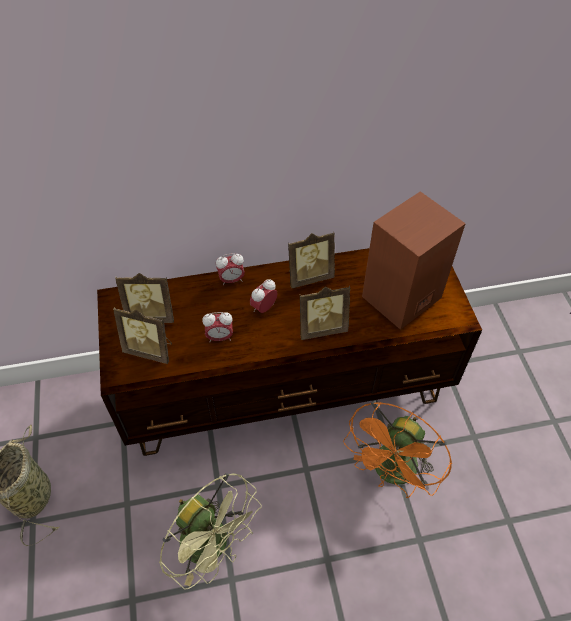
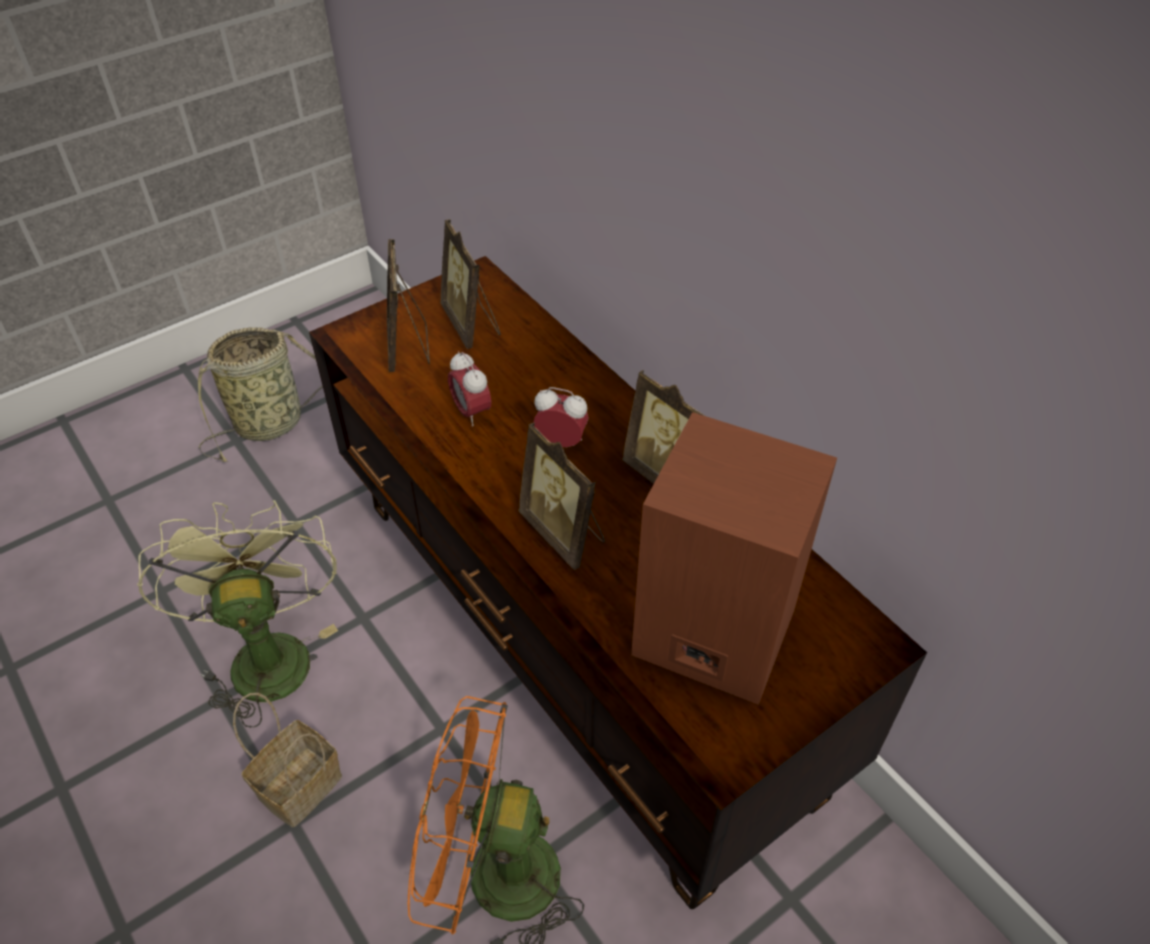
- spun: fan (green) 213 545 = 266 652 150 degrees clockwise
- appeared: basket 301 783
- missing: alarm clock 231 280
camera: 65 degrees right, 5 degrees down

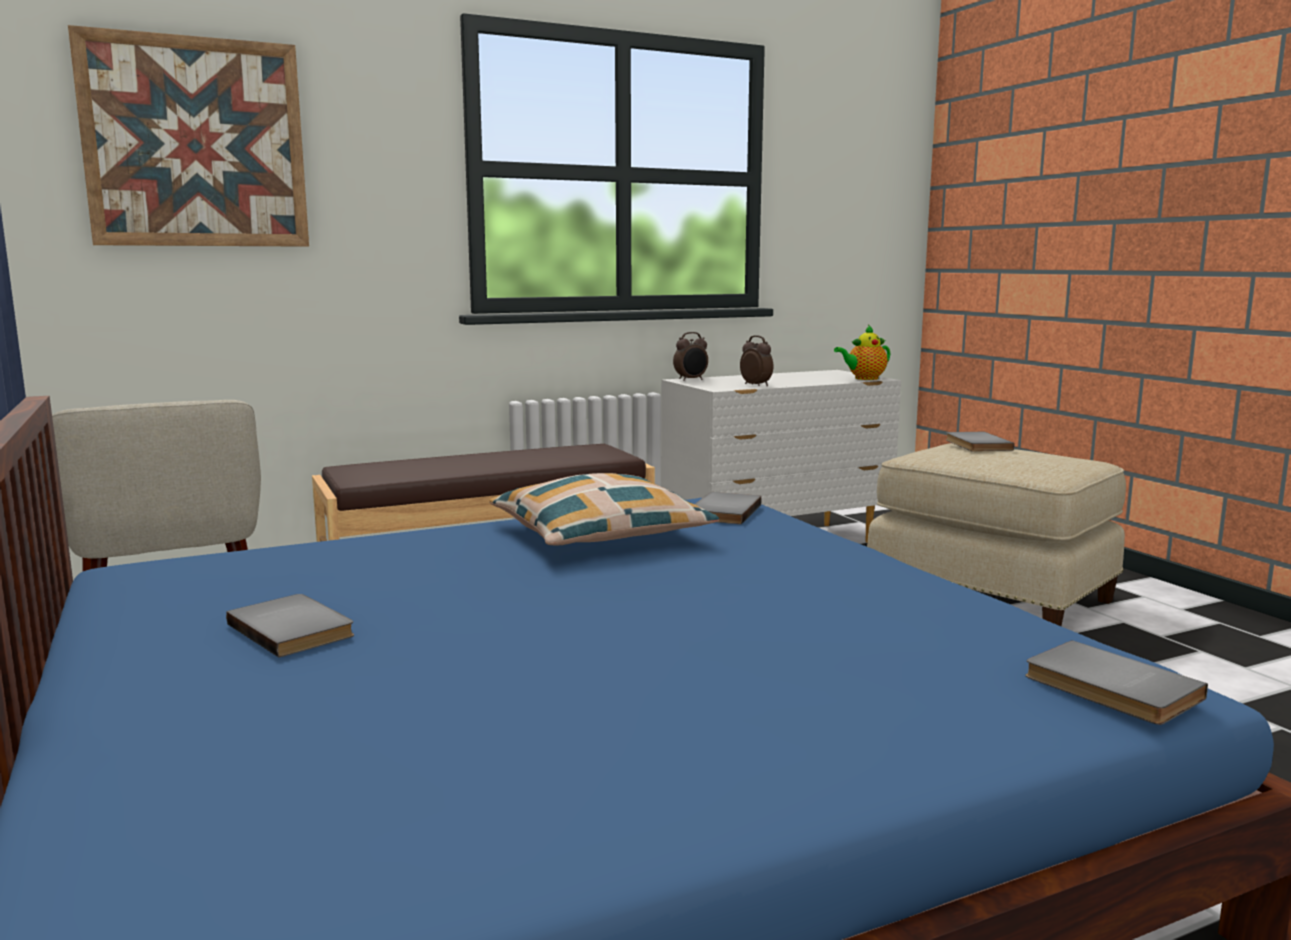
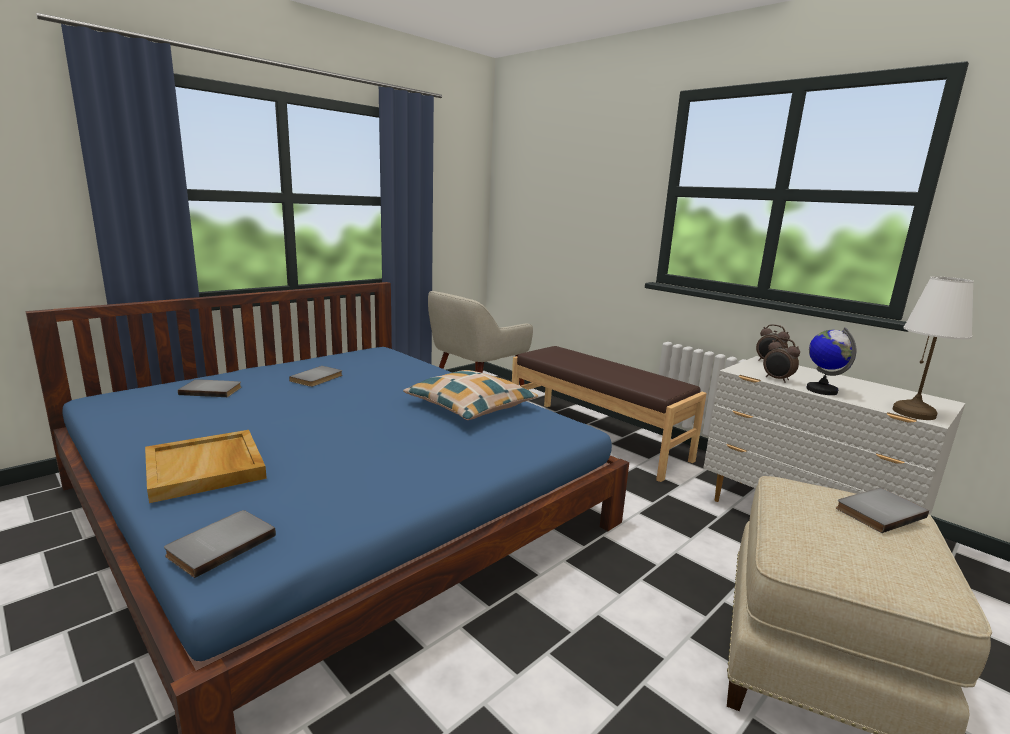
- appeared: tray (beige) 206 468
- relocated: book (grey) 722 511 to 212 390
- spun: alarm clock 756 385 = 777 379 105 degrees clockwise
- appeared: globe 821 390
- exchanged: teapot 864 378 to table lamp (white) 914 413
- missing: picture 196 143
camera: 70 degrees right, 5 degrees up

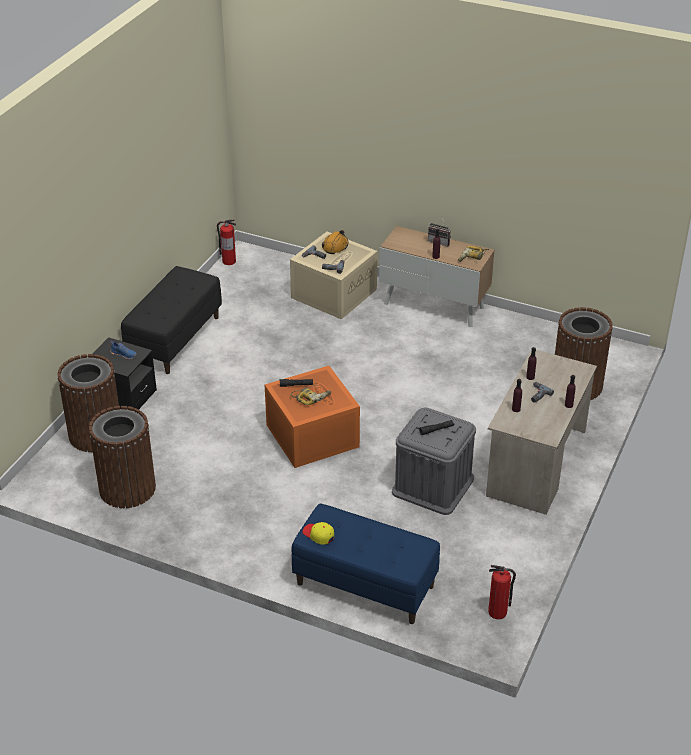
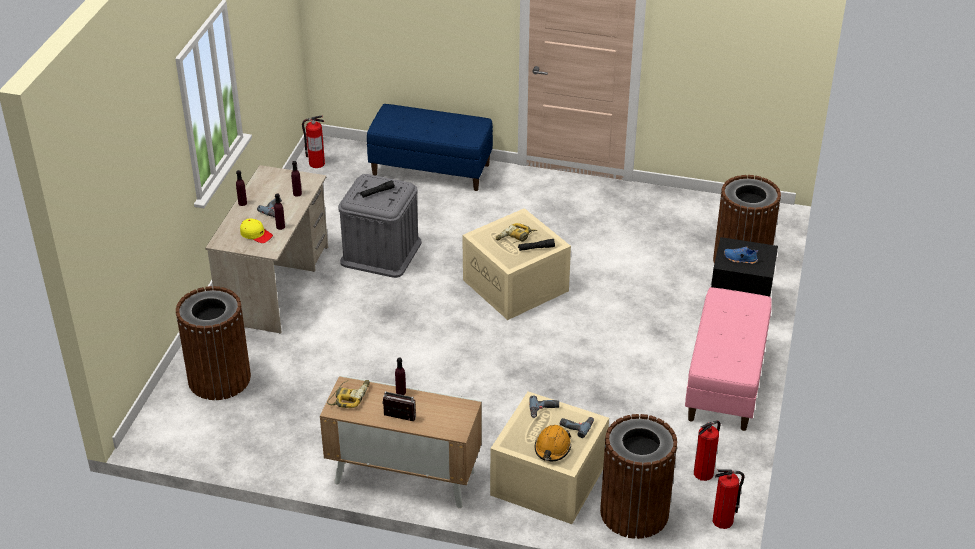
- relocated: cap (yellow) 318 535 to 256 234
- colour: storage box (orange) 311 435 to storage box (beige) 517 285
- relocated: trash can (brown) 127 488 to 634 512
- colour: bench (black) 174 339 to bench (pink) 726 382
- appeared: fire extinguisher 703 473
camera: 170 degrees right, 0 degrees up

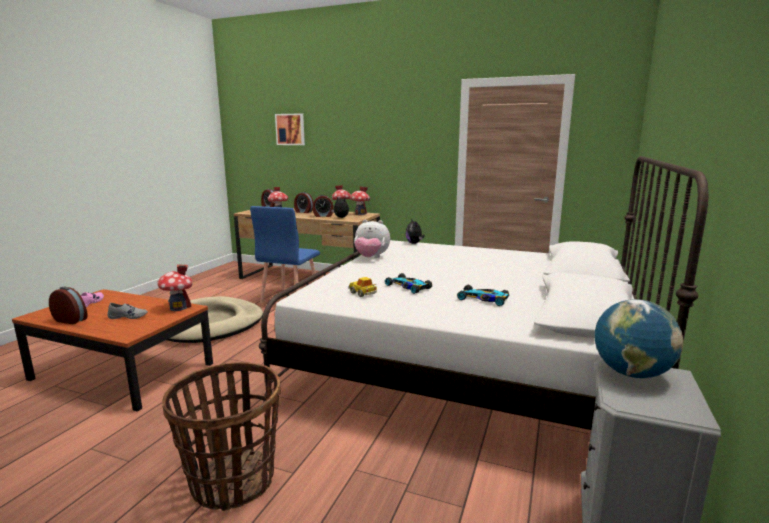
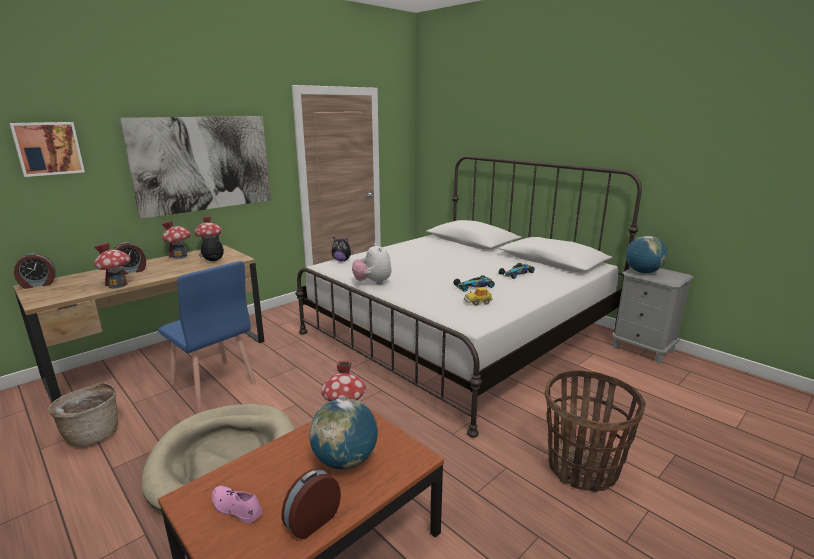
- appeared: basket 93 433
- appeared: picture 203 163
- exchanged: shoe (grey) 128 316 to globe 345 460
- spun: plush toy 371 258 = 373 283 120 degrees clockwise
- missing: alarm clock 323 216
camera: 65 degrees left, 5 degrees up

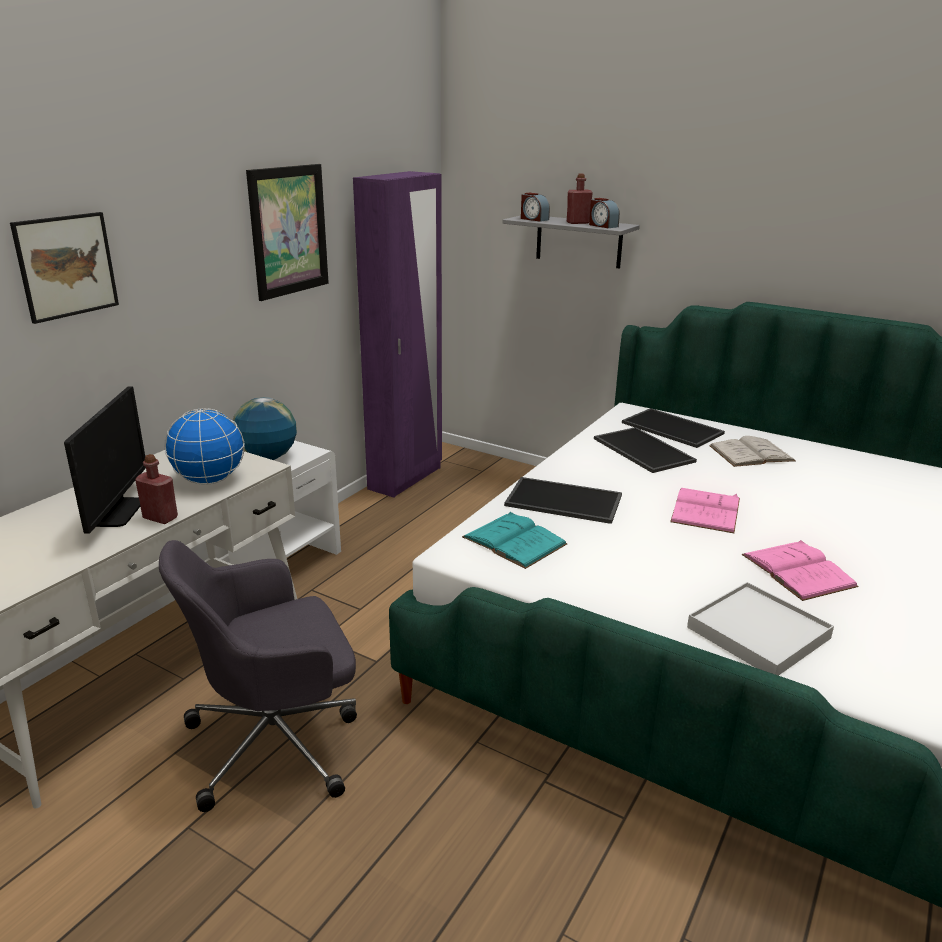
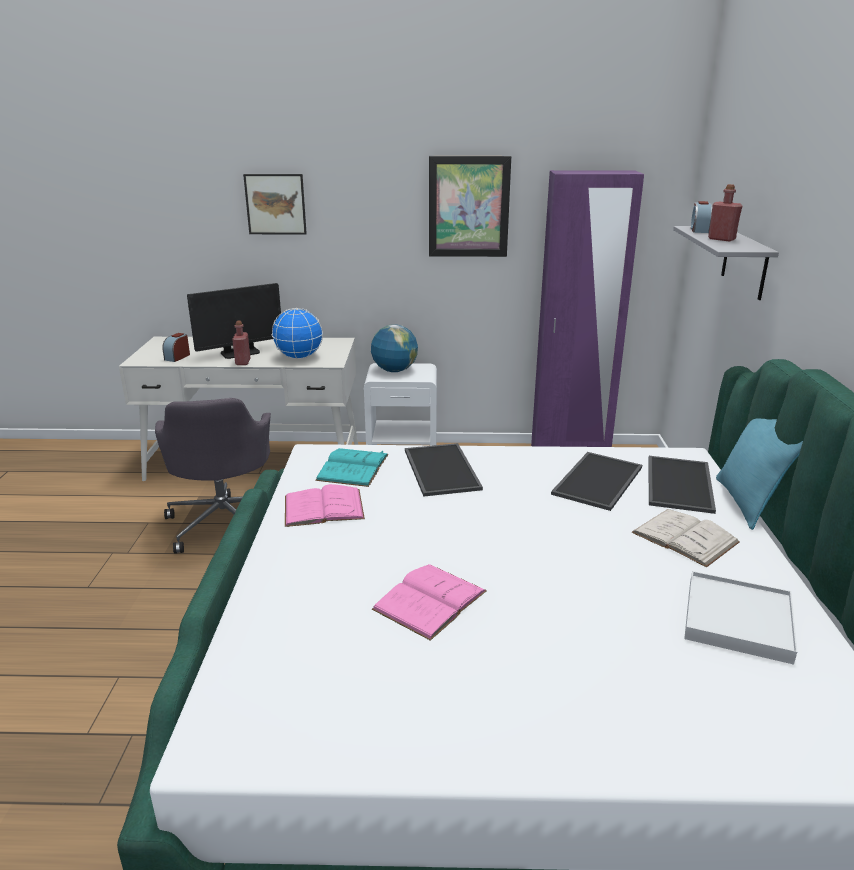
- spun: office chair (grey) 277 742 = 225 521 135 degrees counterclockwise
- relocated: alarm clock 602 226 to 177 357
- relocated: book (pink) 705 510 to 323 507
- relocated: tray (white) 758 632 to 738 620
- appeared: pillow (turquoise) 747 503
camera: 60 degrees right, 0 degrees up

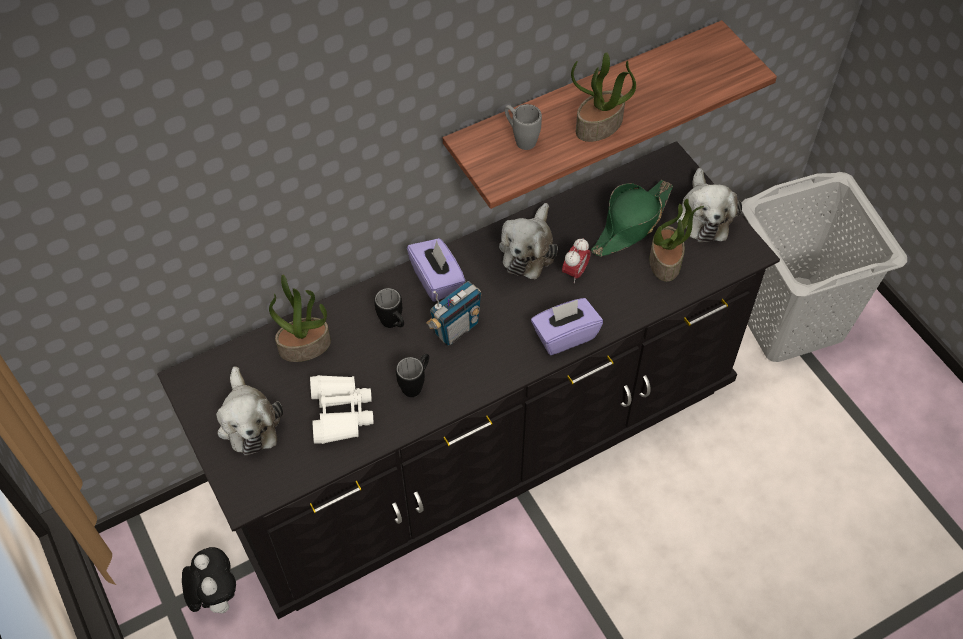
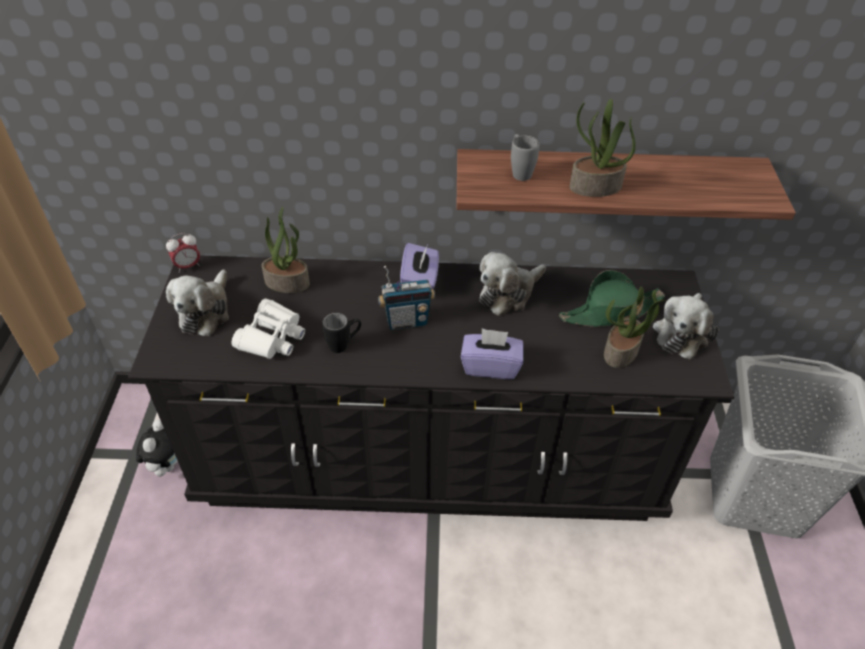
- relocated: alarm clock 575 273 to 188 266
- missing: mug (black) 394 325
camera: 30 degrees right, 10 degrees down

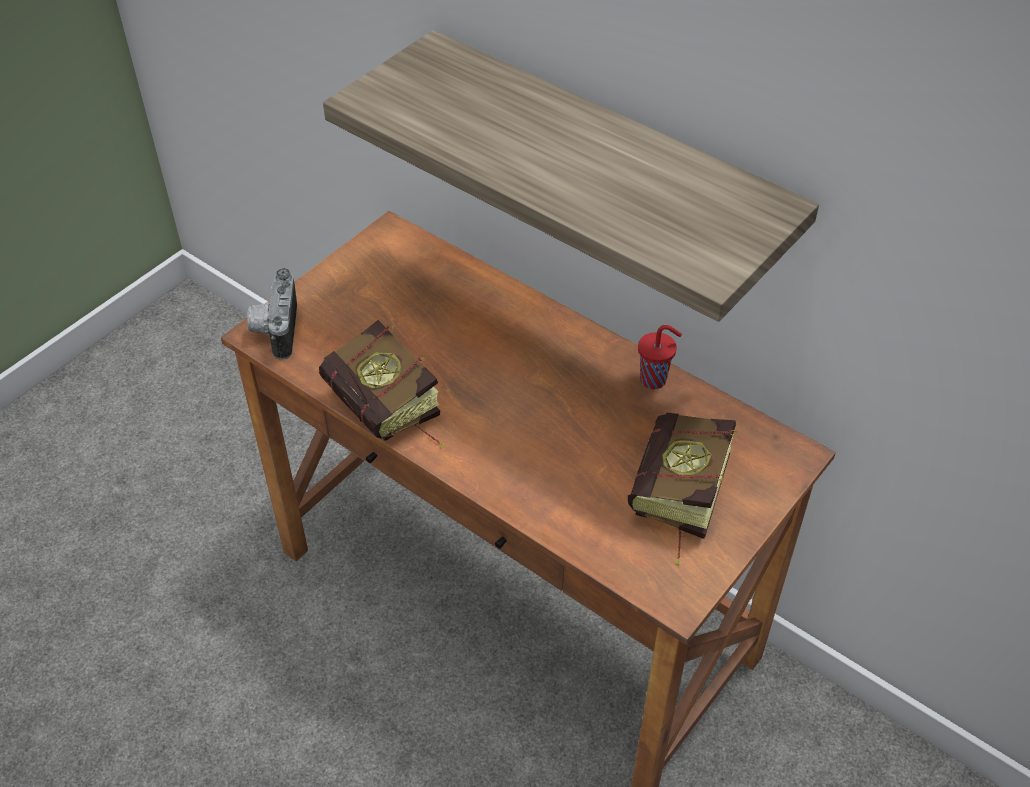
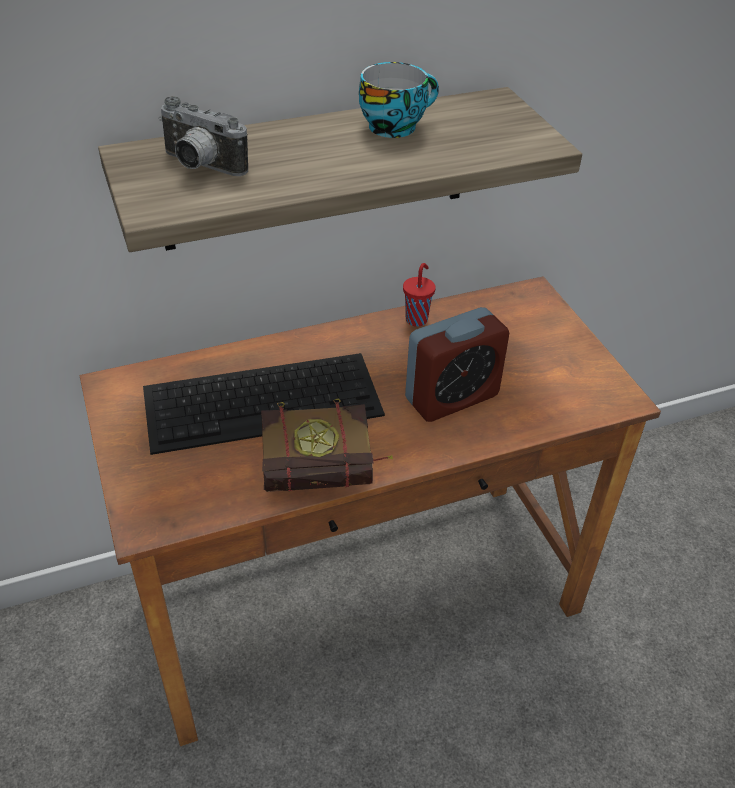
- appeared: keyboard 264 400
- relocated: photo camera 275 330 to 199 167
- appeared: cup 394 126
- appeared: alarm clock 451 397
- missing: book 675 504
camera: 60 degrees left, 5 degrees down

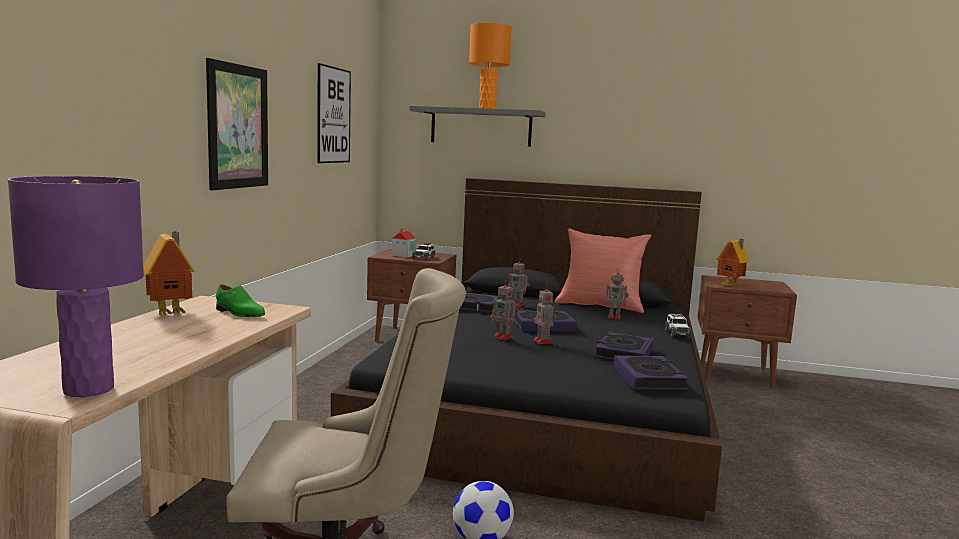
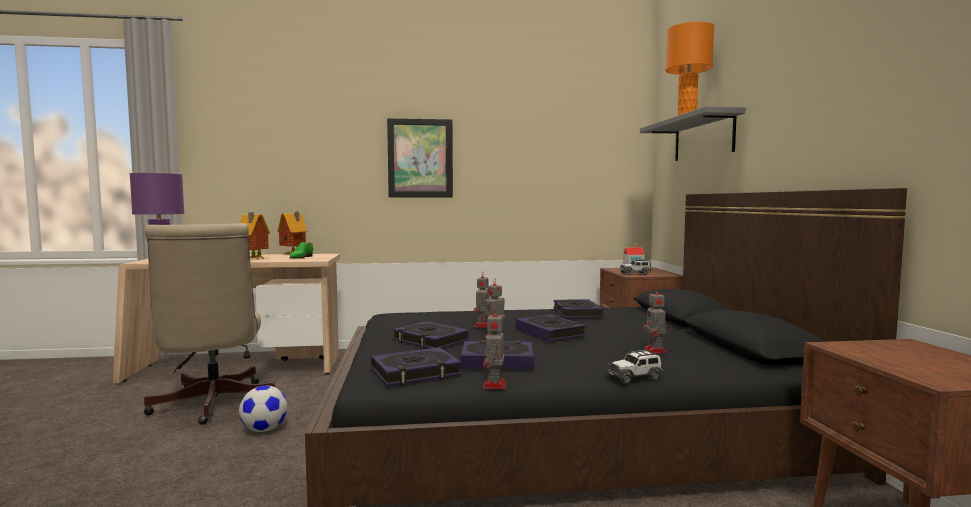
- relocated: toy house 731 286 to 253 259
- appeared: book 430 341
- relocated: toy robot 517 305 to 494 386
- missing: picture 333 115
- missing: pillow (red) 600 305
camera: 70 degrees right, 5 degrees down

